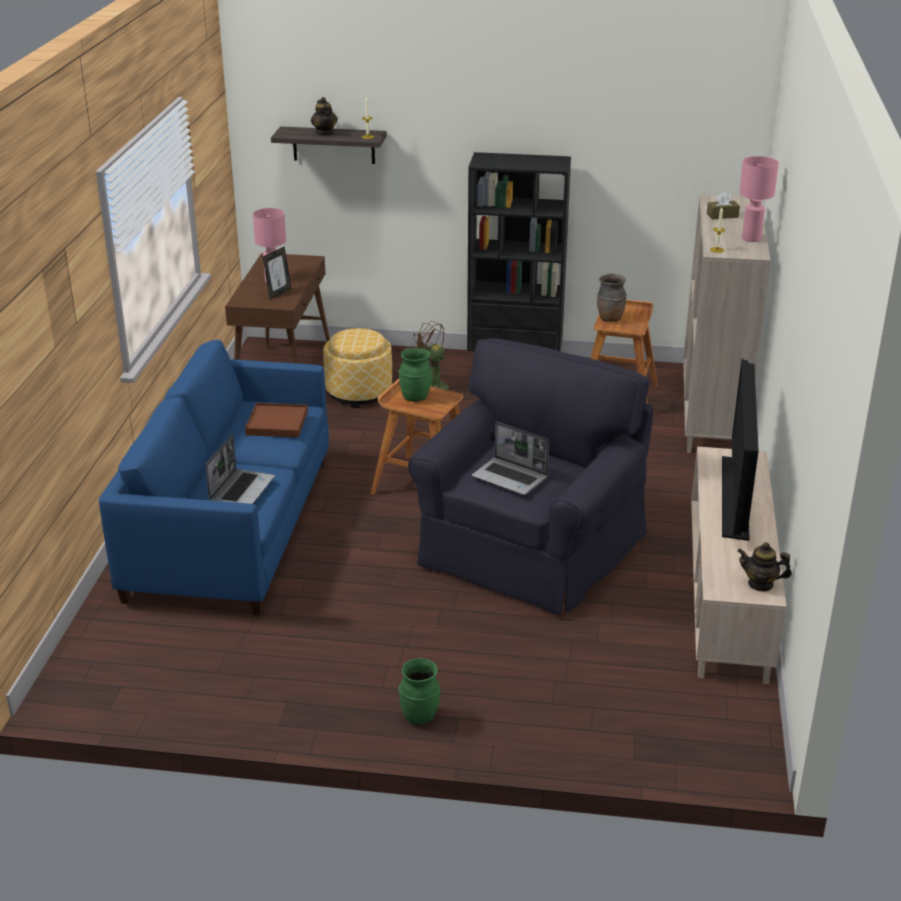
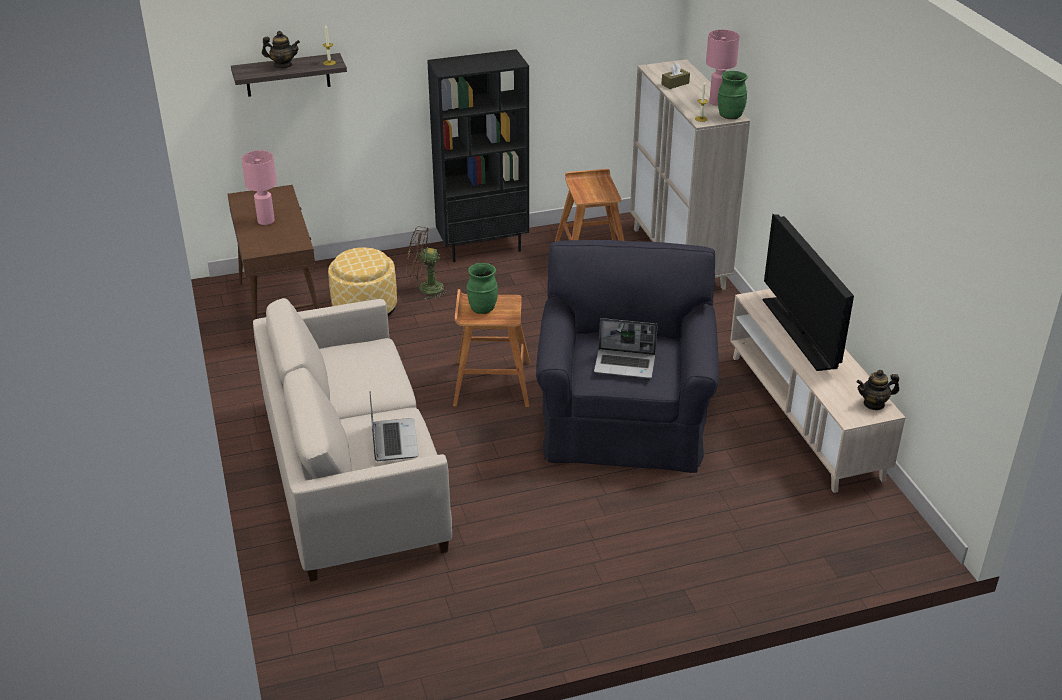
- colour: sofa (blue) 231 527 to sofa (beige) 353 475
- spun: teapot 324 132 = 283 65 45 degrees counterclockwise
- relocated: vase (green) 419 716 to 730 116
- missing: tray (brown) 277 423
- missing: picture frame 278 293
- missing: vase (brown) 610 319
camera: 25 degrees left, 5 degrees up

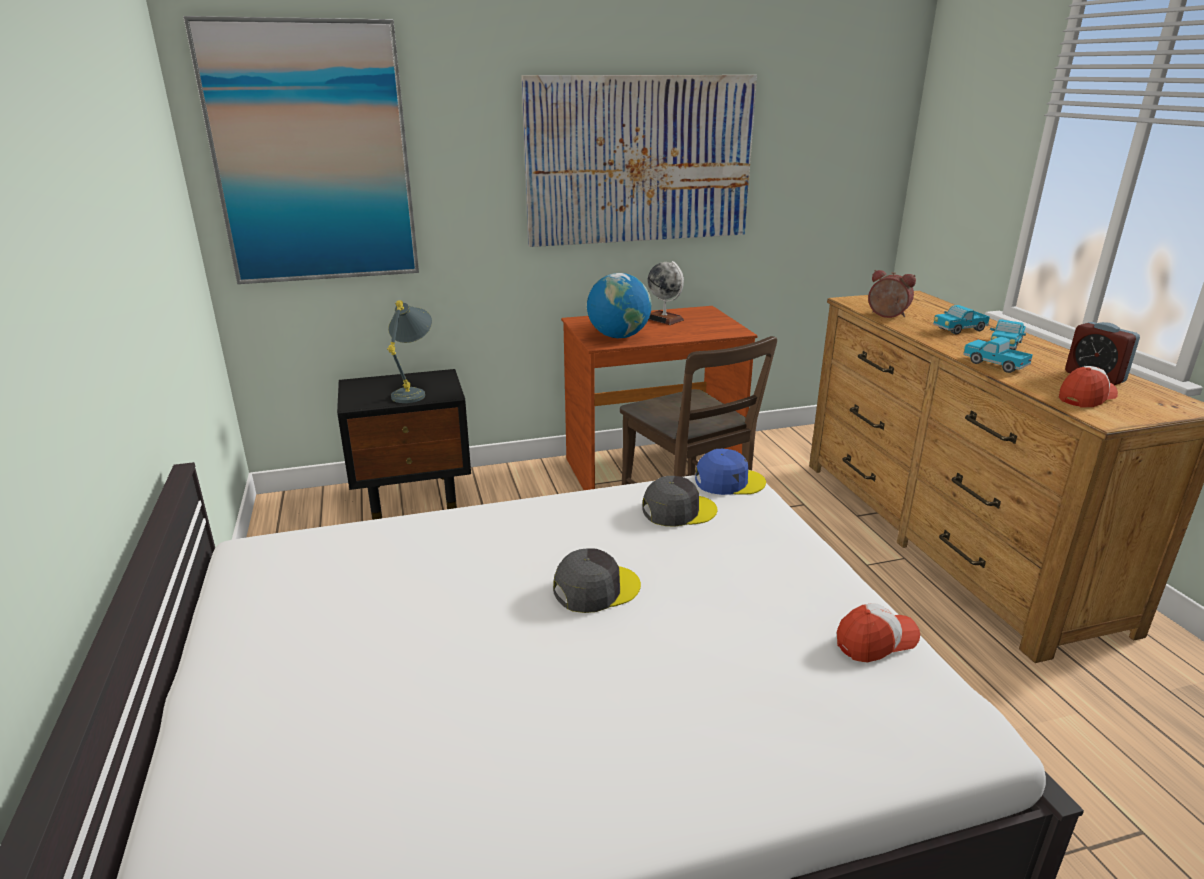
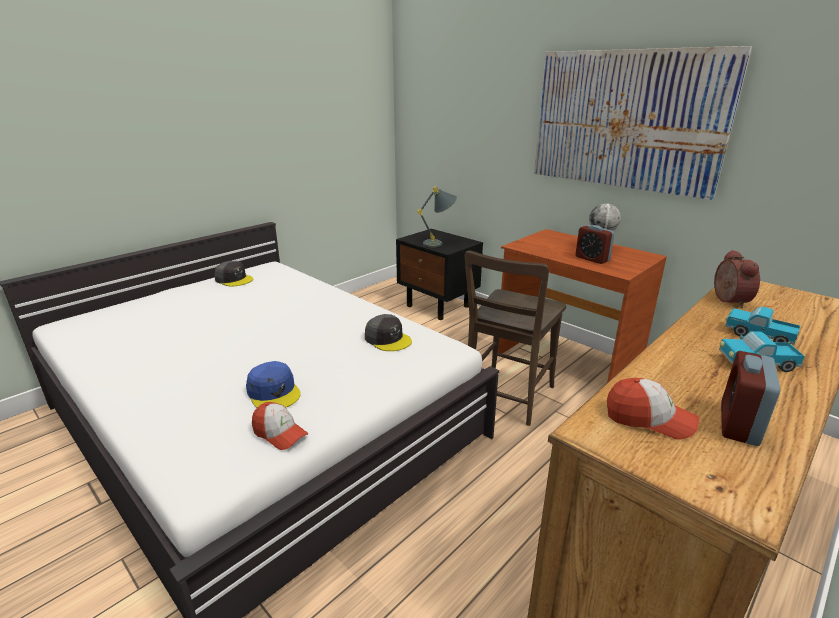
- relocated: cap (grey) 595 589 to 234 279
- relocated: cap (blue) 728 481 to 274 392
- appeared: alarm clock 592 259
- missing: picture 312 155
- missing: globe 619 336
- missing: toy truck 994 364
camera: 60 degrees right, 0 degrees up

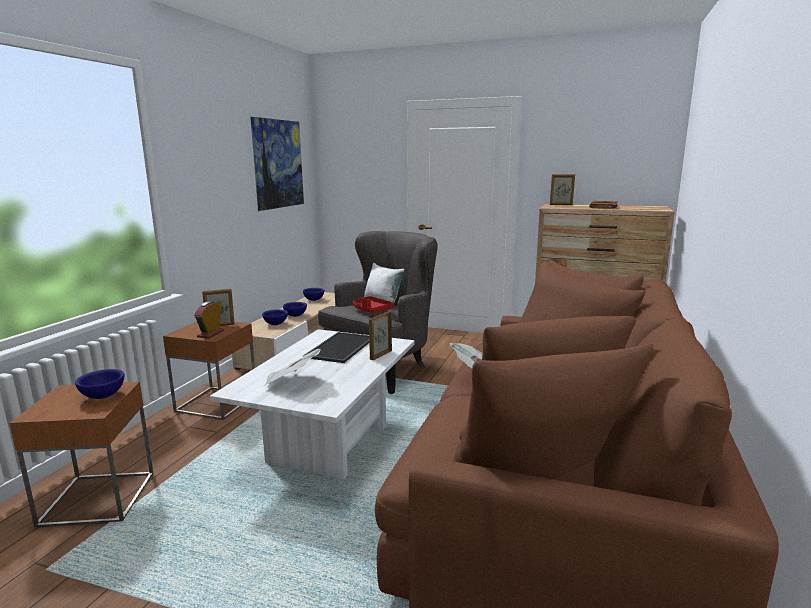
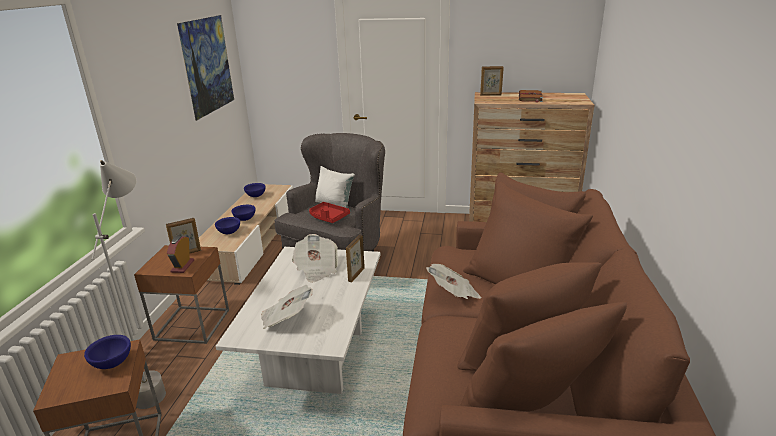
- appeared: floor lamp (grey) 157 378
- exchanged: tray 341 348 to newspaper 316 269
camera: 10 degrees left, 10 degrees up

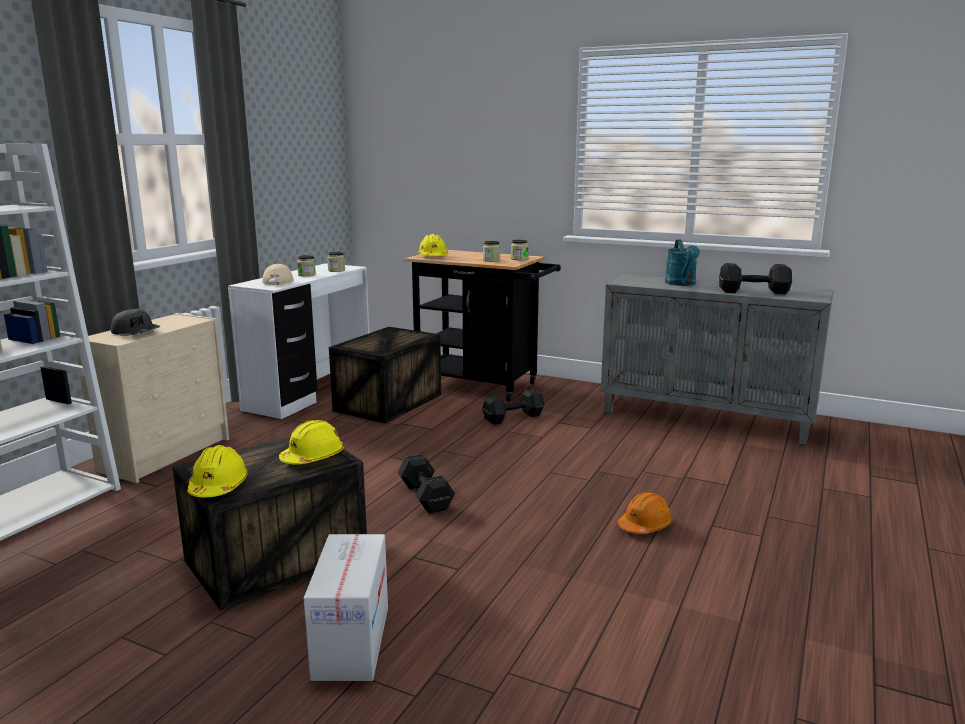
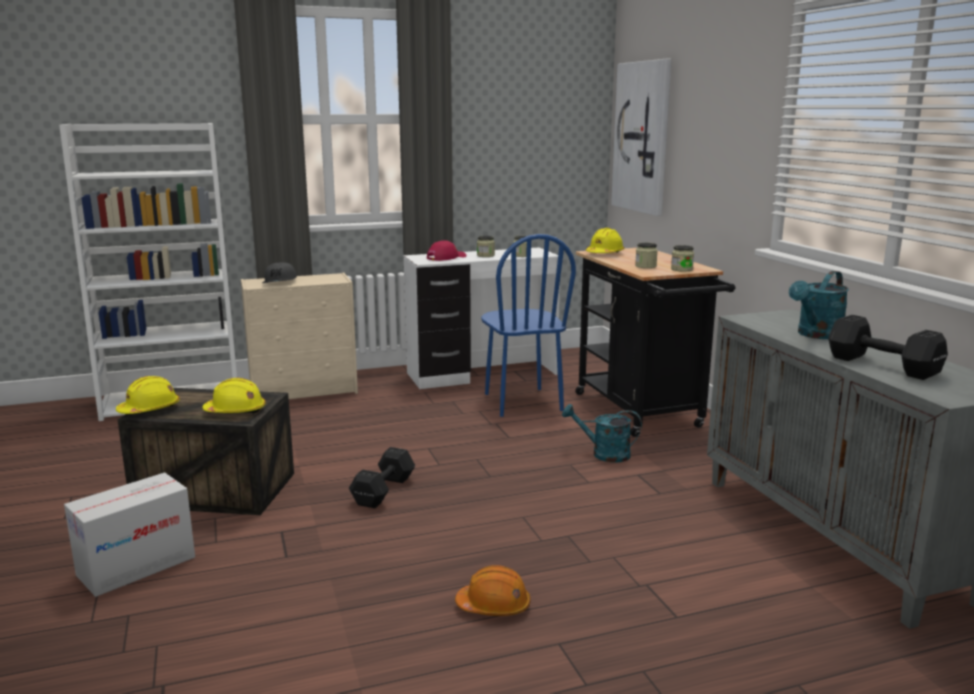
- colour: cap (beige) 279 281 to cap (red) 446 258
- exchanged: crate 388 403 to chair (blue) 522 402
- exchanged: dumbbell (black) 514 417 to watering can (turquoise) 604 454
- appeared: picture 642 137
camera: 45 degrees right, 0 degrees up

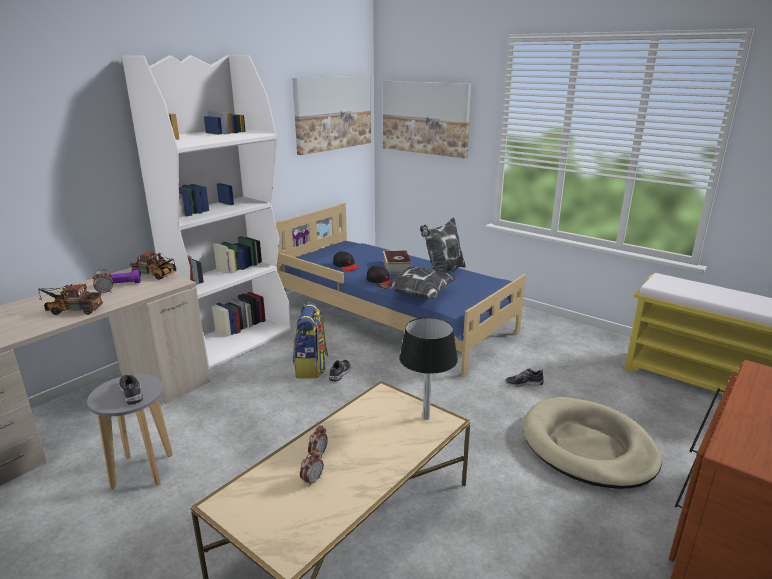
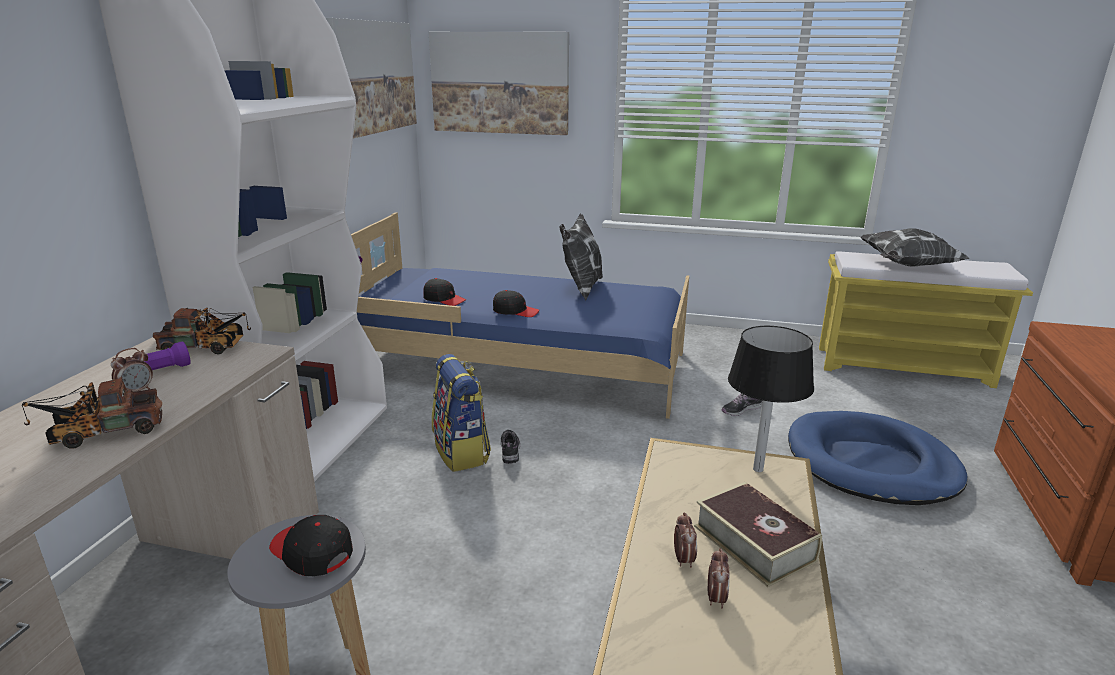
- exchanged: shoe 131 393 to cap (black) 311 552
- relocated: book 397 267 to 754 543
- colour: dog bed (beige) 587 446 to dog bed (blue) 871 464
- relocated: pillow 417 295 to 907 266
camera: 25 degrees left, 0 degrees up

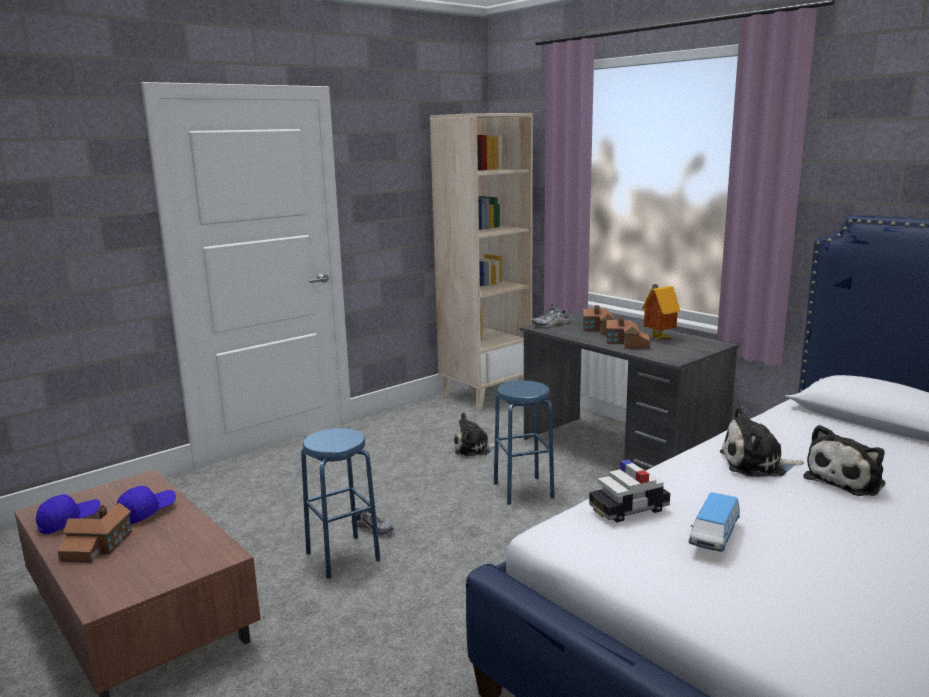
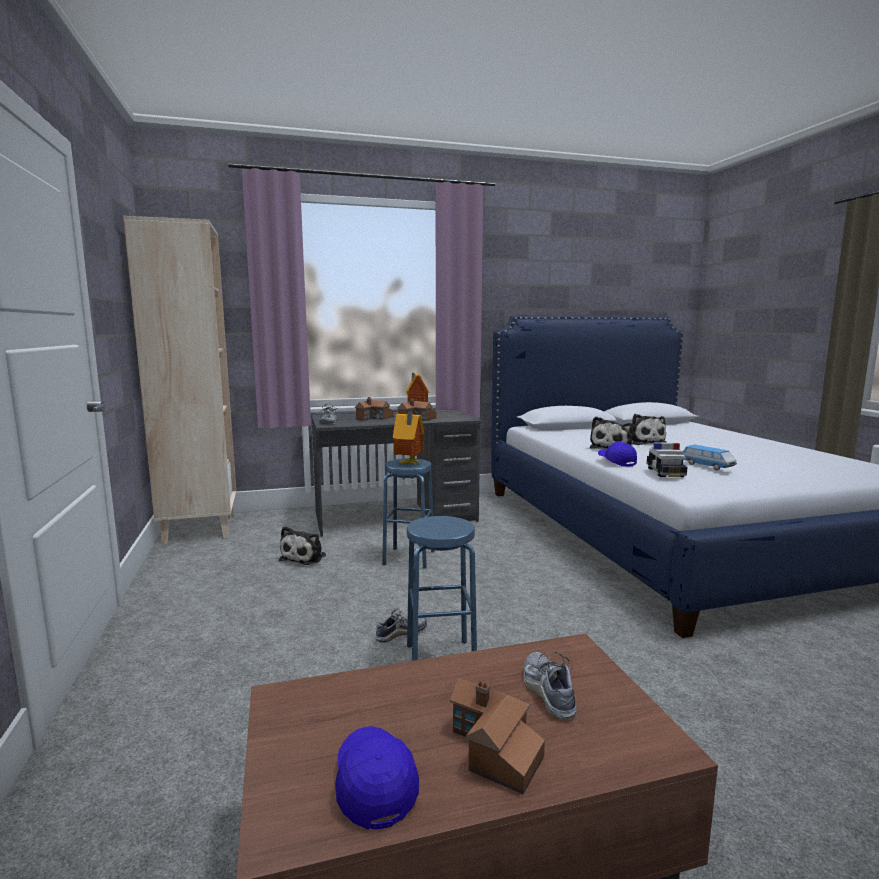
- appeared: toy house 408 464
- appeared: shoe 548 692
- relocated: cap (blue) 147 512 to 616 462
camera: 65 degrees left, 5 degrees down

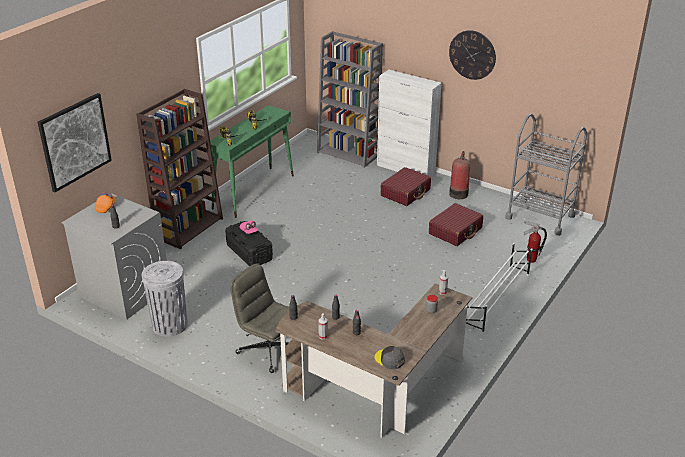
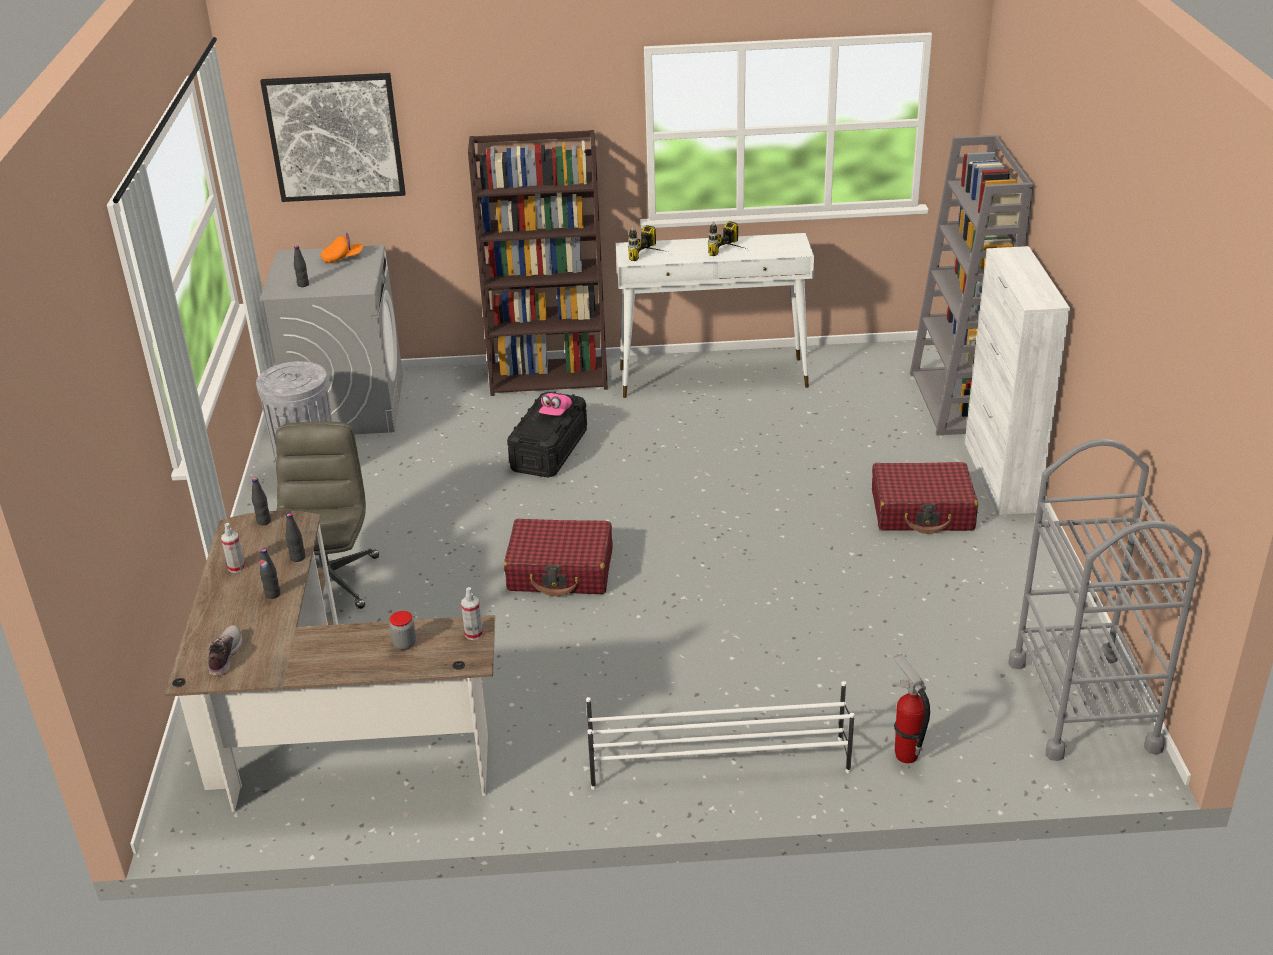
- exchanged: cap (grey) 389 359 to shoe 224 656
- relocated: suitcase (red) 455 231 to 561 570
- colour: console table (green) 254 191 to console table (white) 714 378
- missing: wall clock 472 55
- missing: fire extinguisher 458 193
camera: 55 degrees right, 0 degrees up

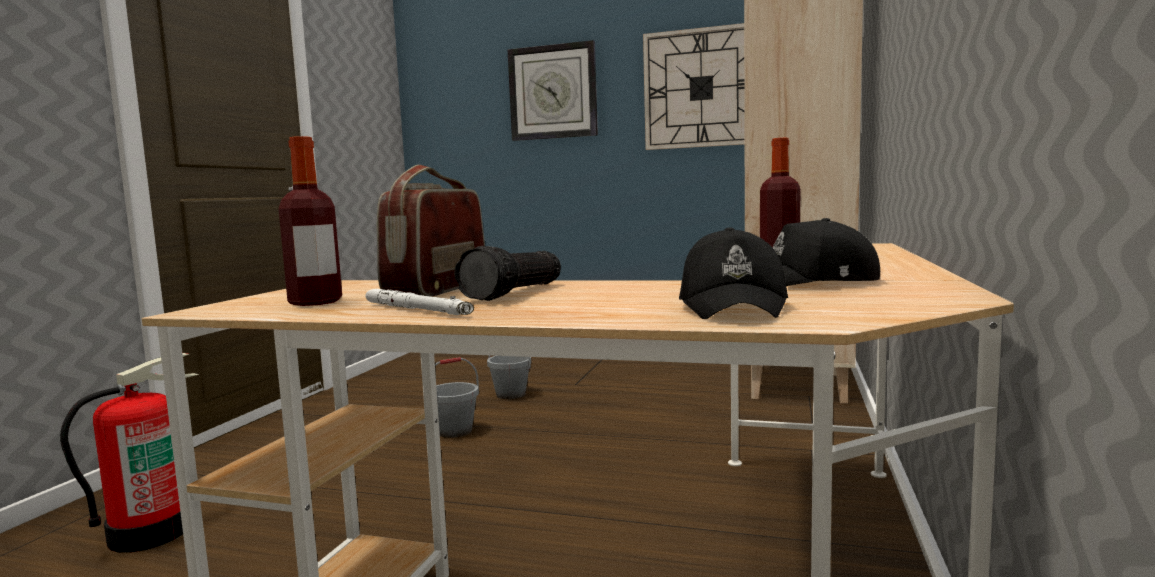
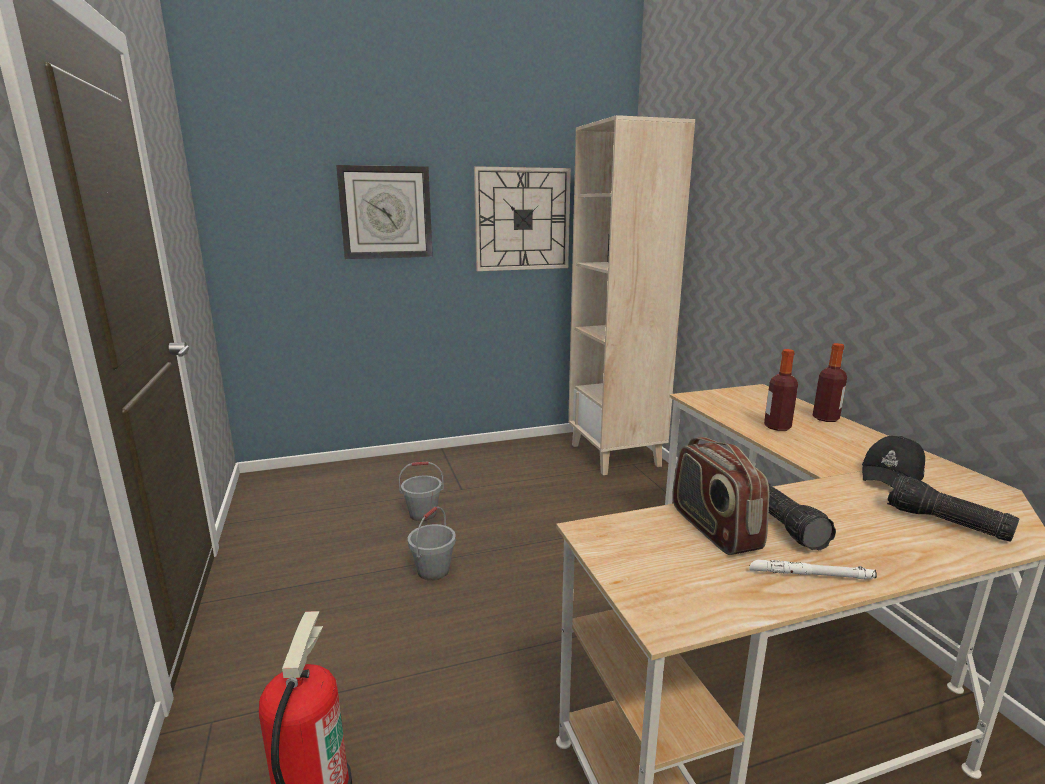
- relocated: bottle 315 302 to 825 418
- exchanged: cap (black) 733 306 to flashlight 944 522
camera: 35 degrees left, 10 degrees up

